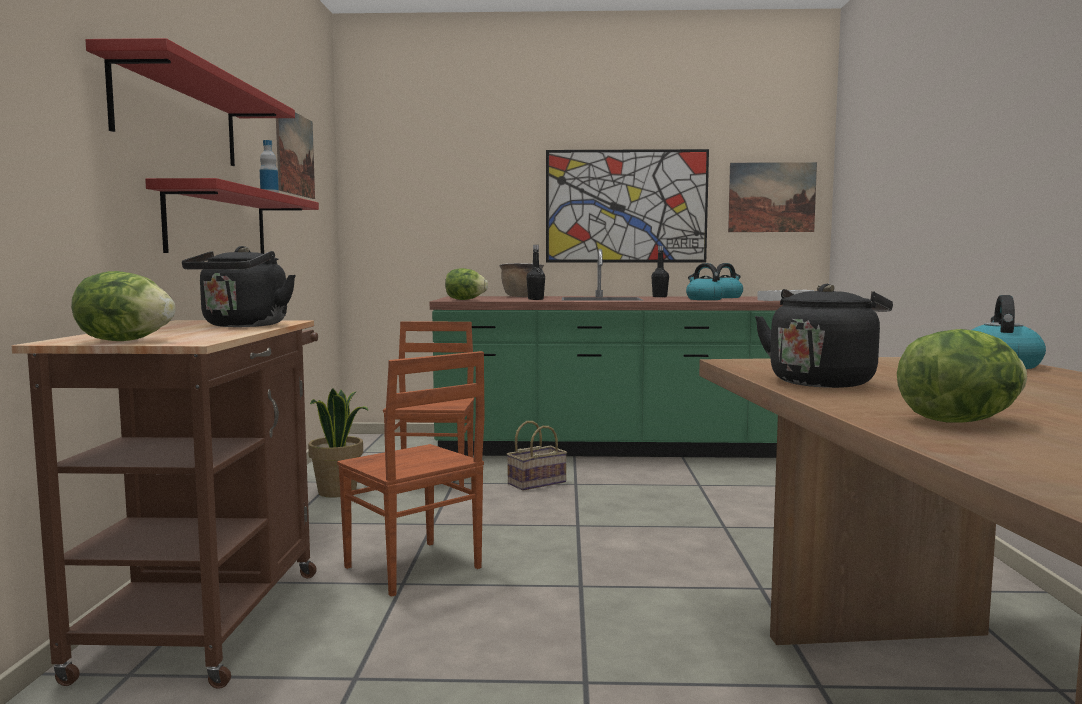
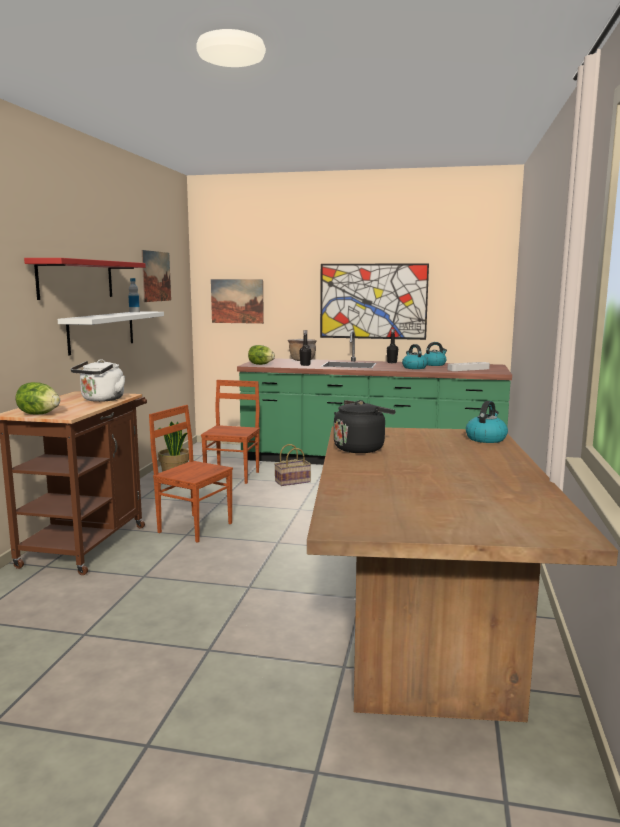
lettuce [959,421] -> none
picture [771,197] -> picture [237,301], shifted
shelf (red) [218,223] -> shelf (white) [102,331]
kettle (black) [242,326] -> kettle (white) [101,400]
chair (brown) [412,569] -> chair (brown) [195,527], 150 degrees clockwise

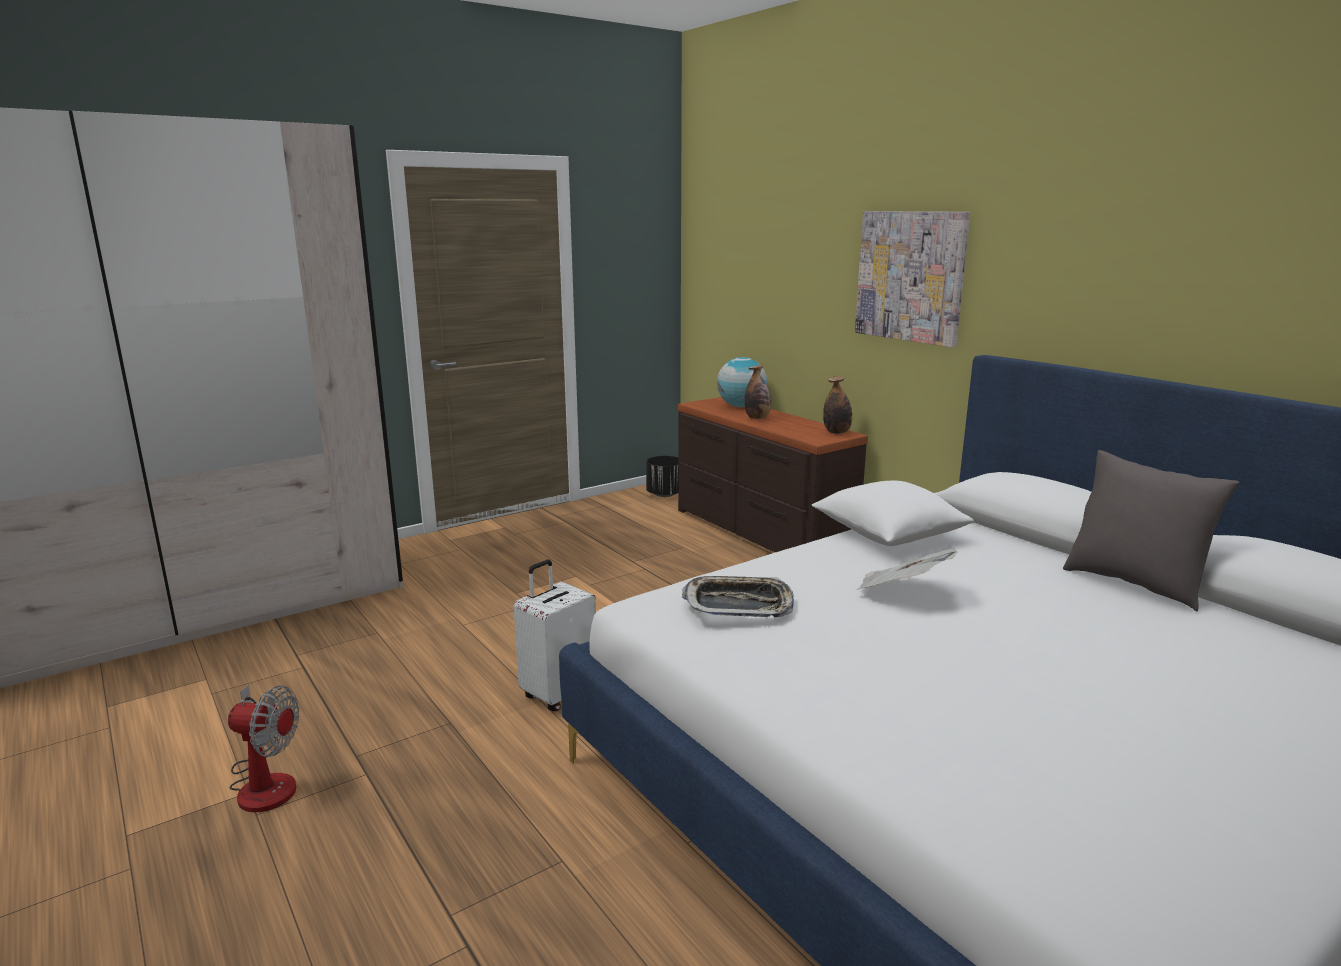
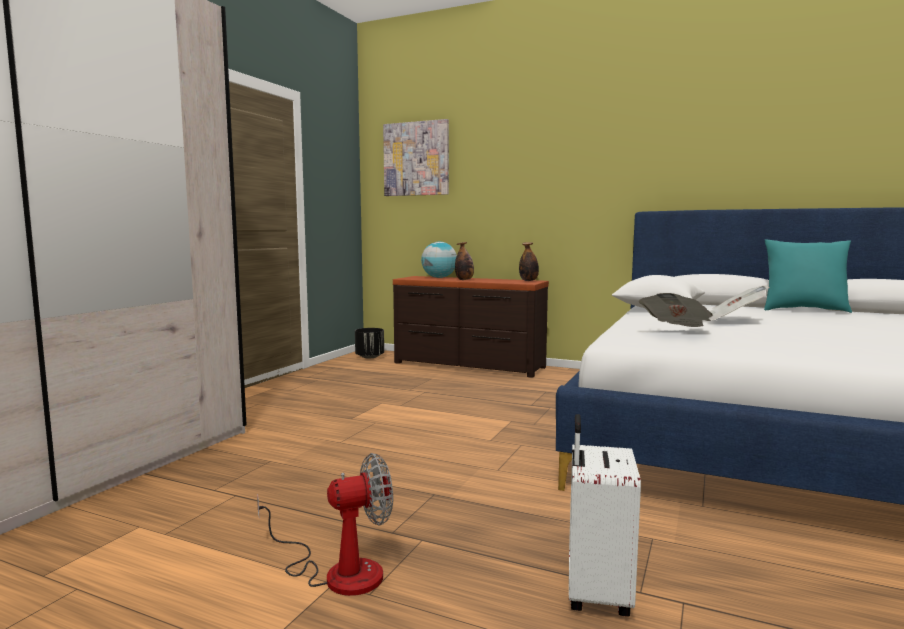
suitcase (white) [558,693] -> suitcase (white) [595,593], shifted
picture [910,276] -> picture [416,159], shifted
tray [738,604] -> newspaper [676,330]
pillow (grey) [1134,584] -> pillow (turquoise) [803,310]

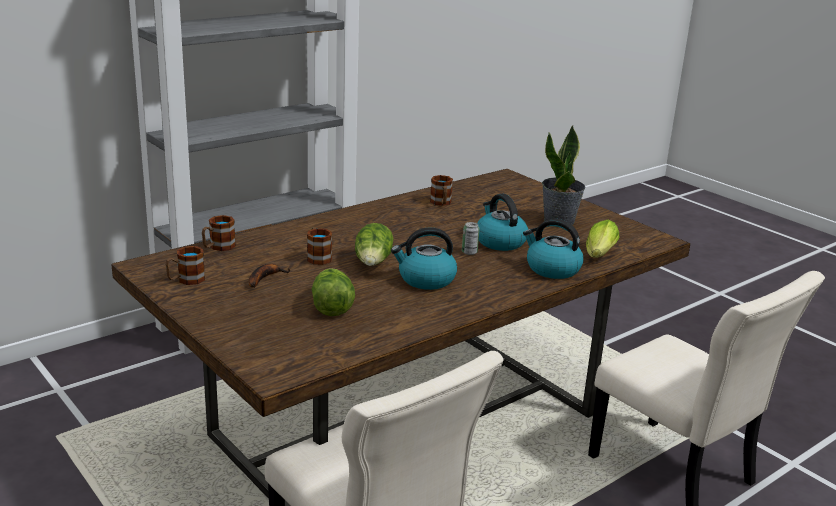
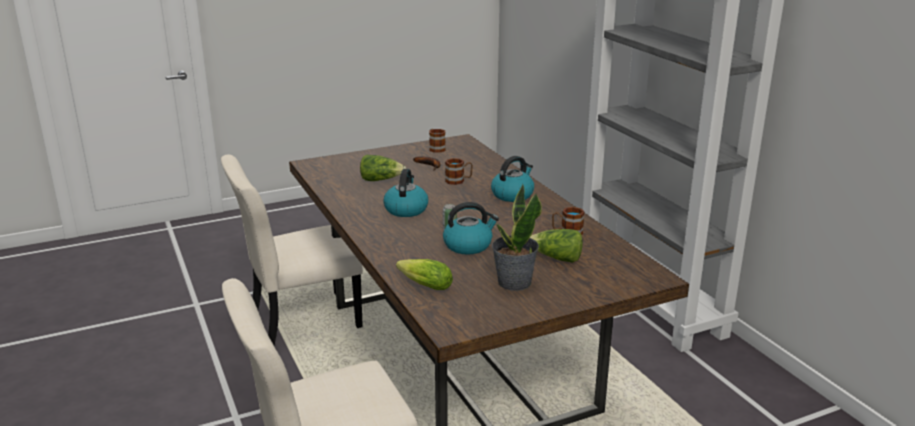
mug [218,247] -> none
lettuce [373,263] -> lettuce [556,258], shifted
kettle [552,269] -> kettle [512,195], shifted

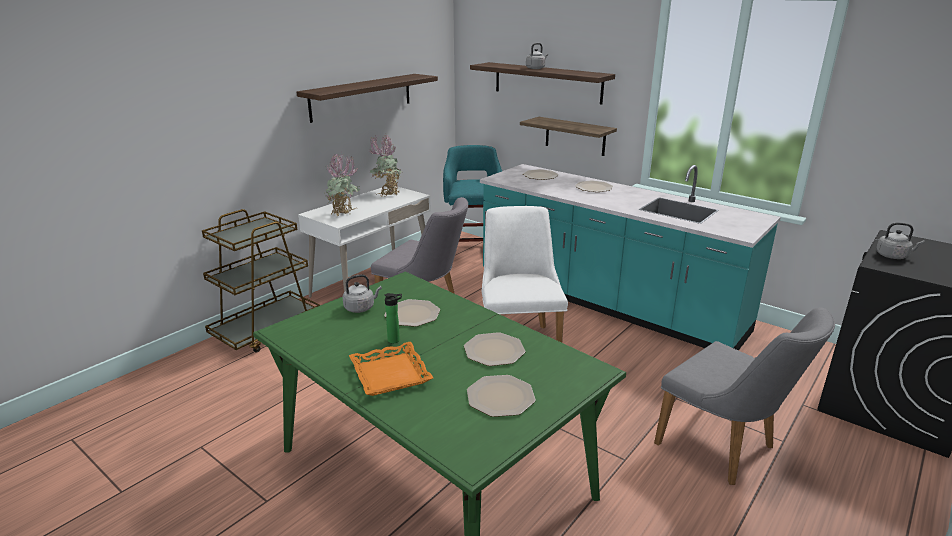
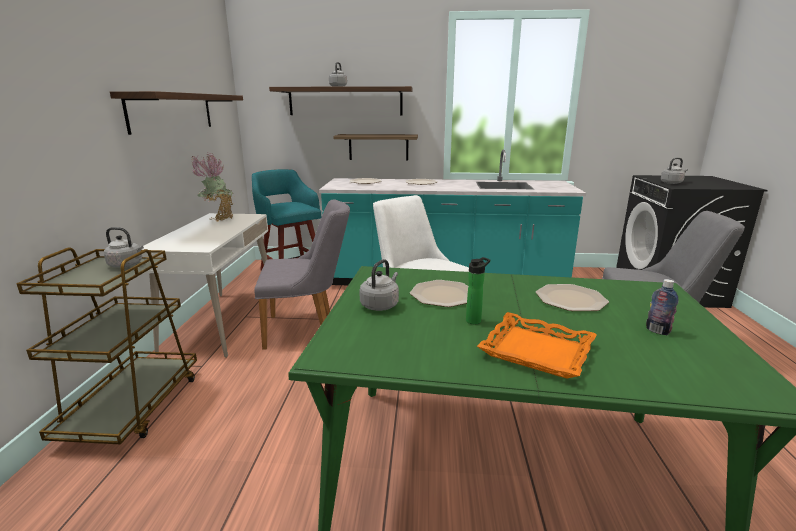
potted plant [344,215] -> none
none -> kettle (grey) [127,265]
plate [500,396] -> bottle [657,331]

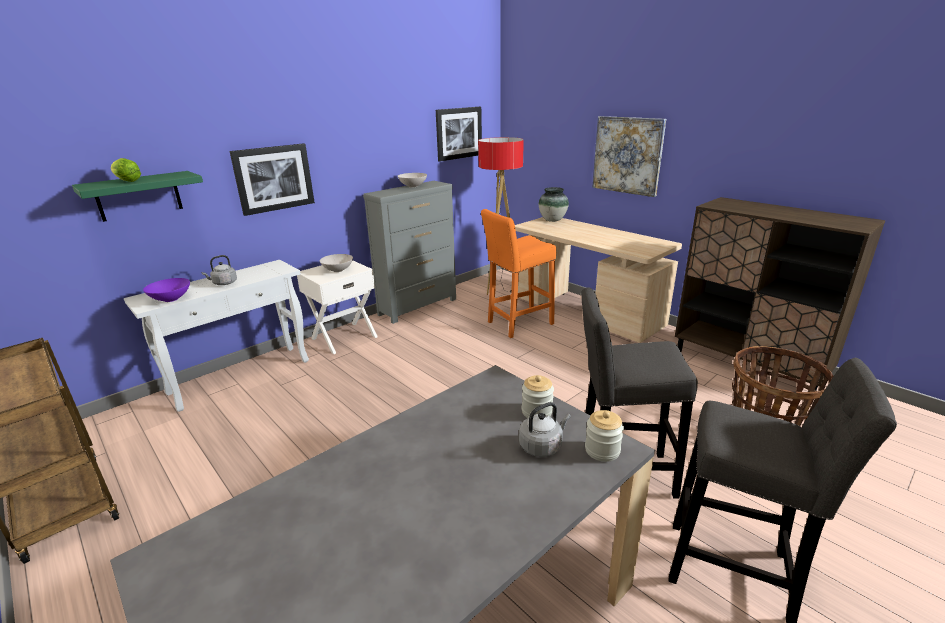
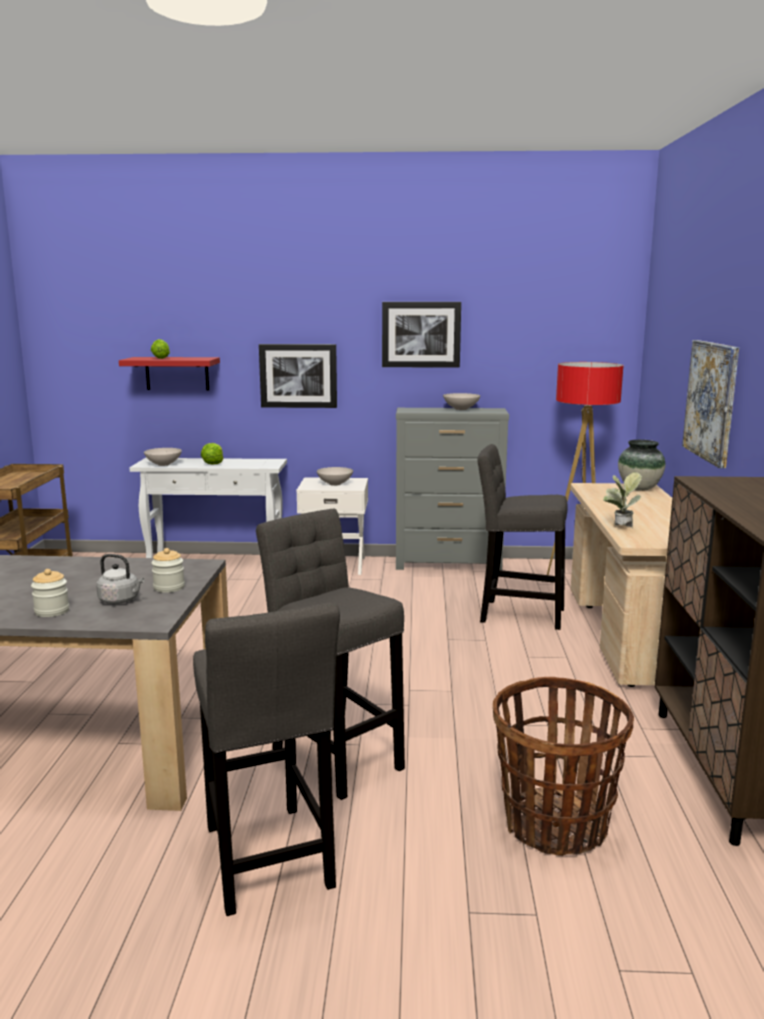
none -> potted plant [619,528]
picture [458,133] -> picture [421,334], shifted
jar [602,450] -> jar [52,611], shifted
kettle (grey) [223,283] -> lettuce [213,464]
shelf (green) [138,196] -> shelf (red) [177,373]
bowl (purple) [170,299] -> bowl (white) [163,464]
stool (orange) [517,324] -> stool (grey) [517,614]

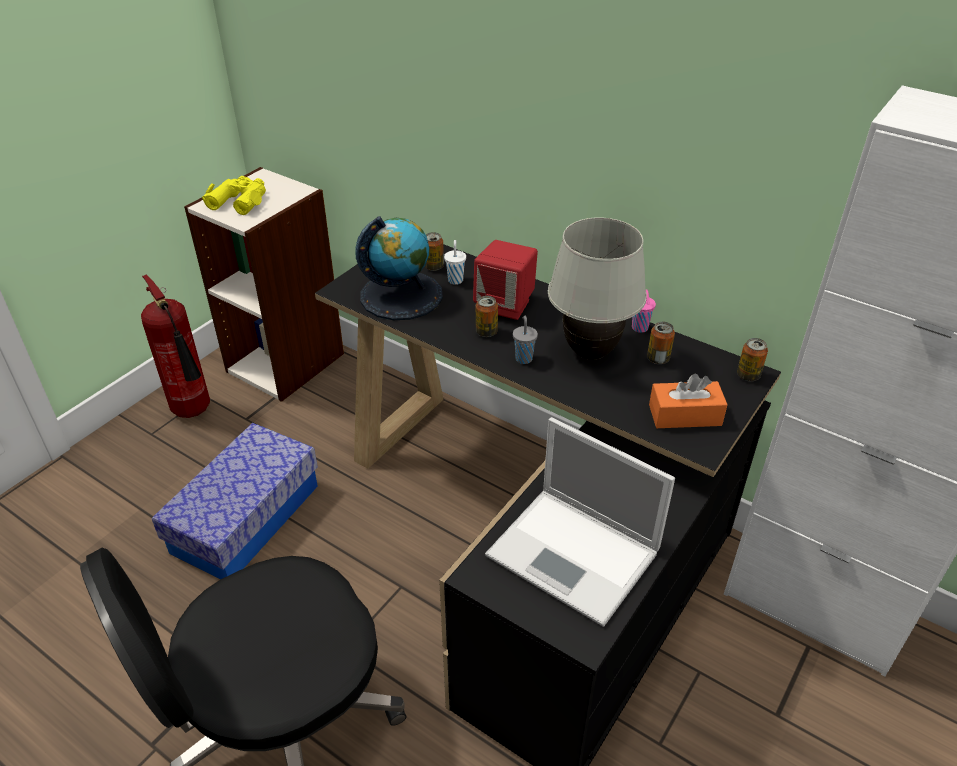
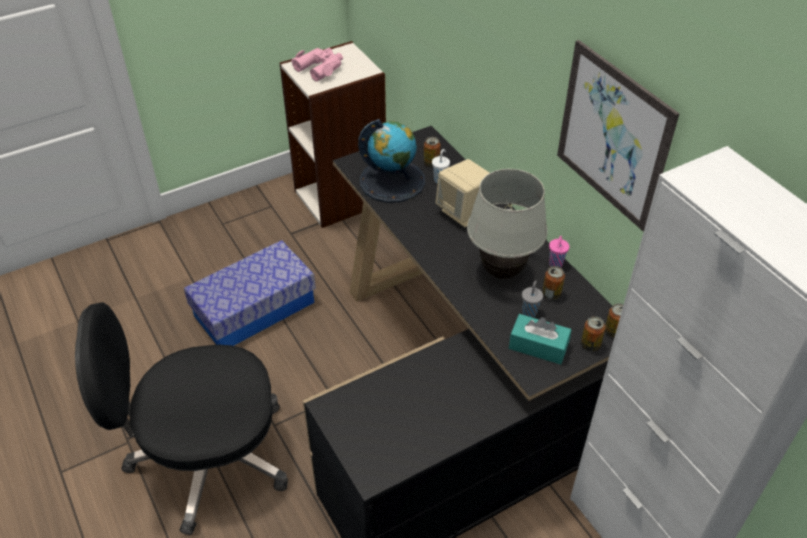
fire extinguisher [195,412] -> none
laptop [575,555] -> none
none -> picture [613,136]
can [486,332] -> can [590,345], shifted
cup (grey) [523,358] -> cup (grey) [529,312], shifted
binoculars (yellow) [240,200] -> binoculars (pink) [320,67]
speaker (red) [505,305] -> speaker (beige) [464,212]
tissue box (orange) [685,415] -> tissue box (turquoise) [538,346]

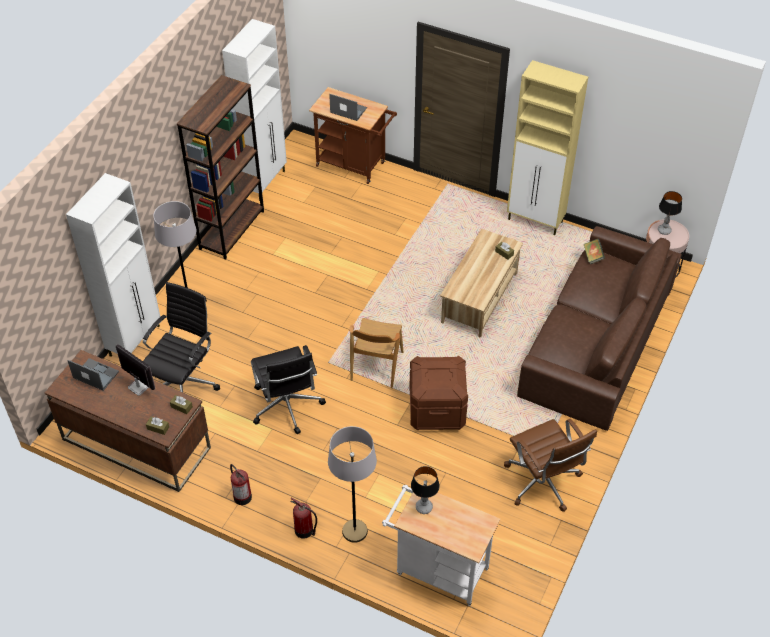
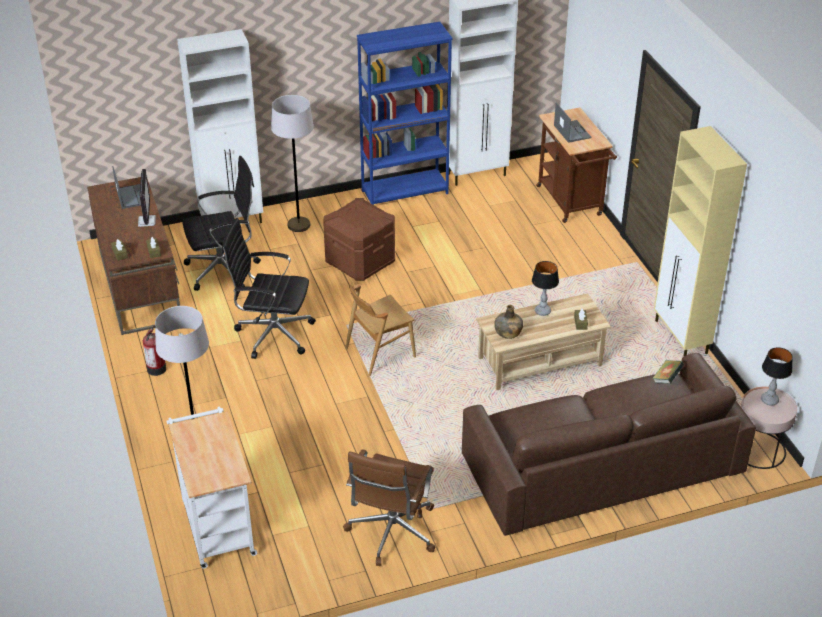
fire extinguisher [305,530] -> none
none -> bottle (green) [508,332]
storage box (brown) [436,410] -> storage box (brown) [359,262], shifted
table lamp [423,507] -> table lamp [542,311], shifted
bookcase (brown) [232,230] -> bookcase (blue) [405,192]
office chair (black) [287,407] -> office chair (black) [272,333], 75 degrees clockwise

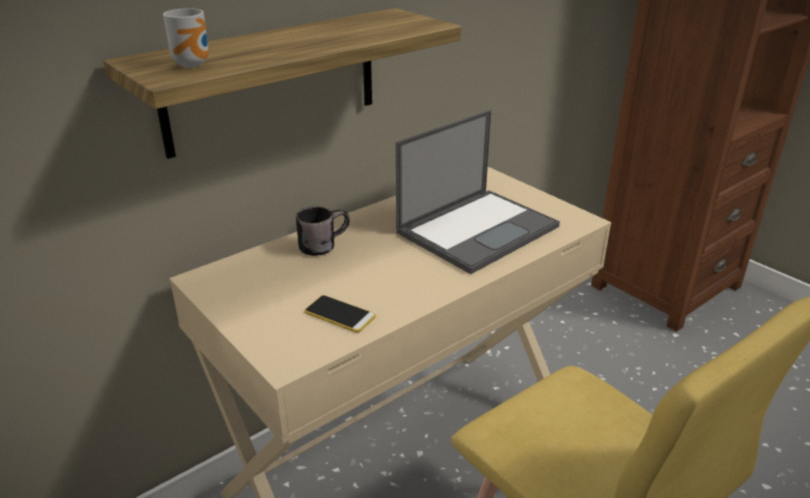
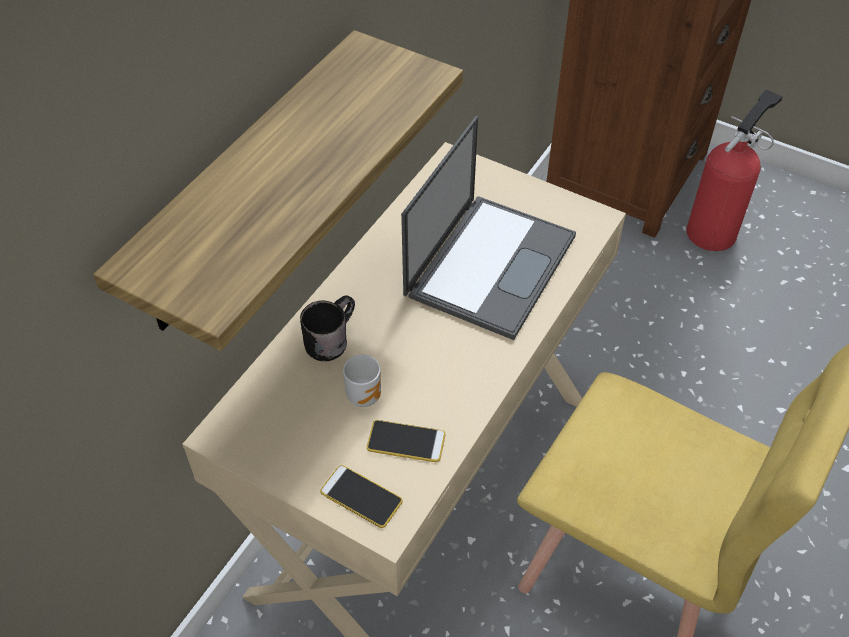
none -> phone [361,497]
none -> fire extinguisher [714,230]
mug [194,64] -> mug [365,395], shifted

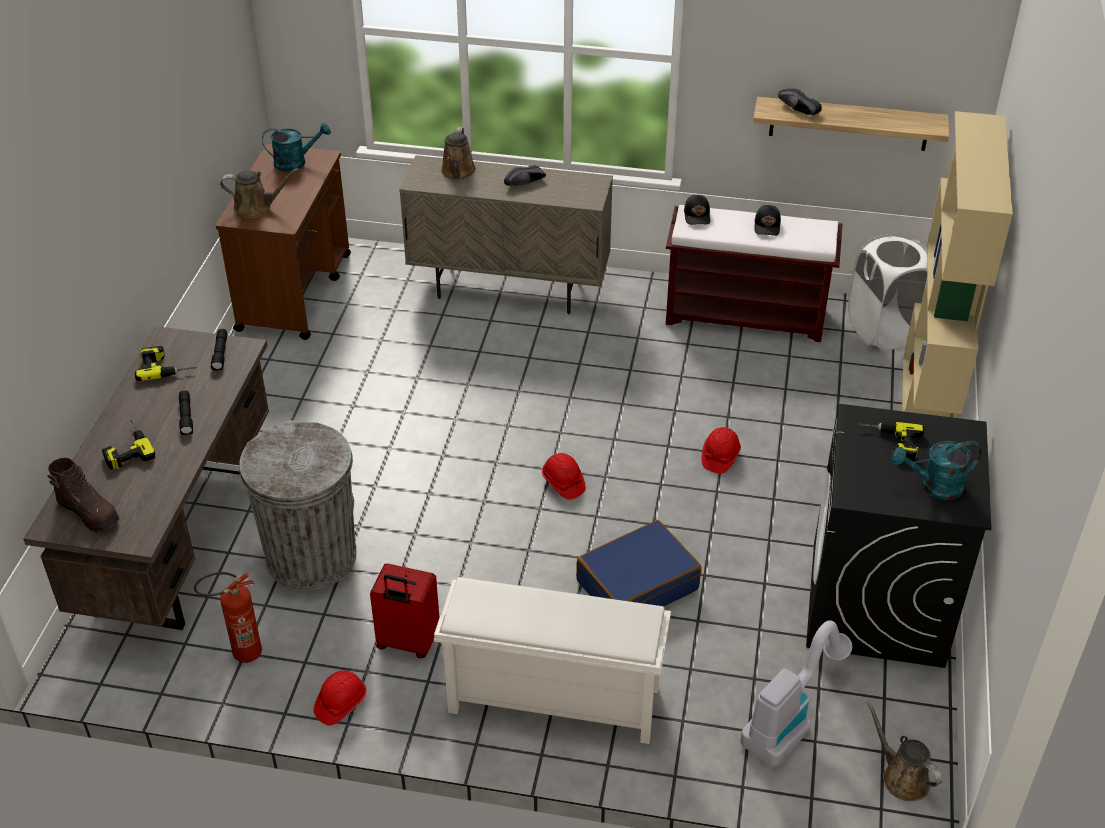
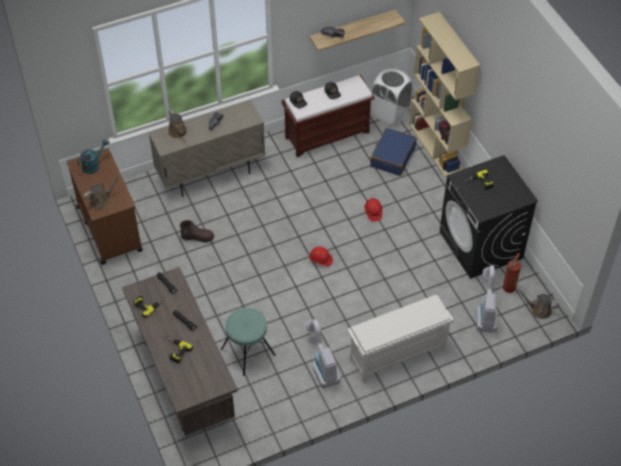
hard hat (red) [340,704] -> none
watering can (turquoise) [934,487] -> none
boot (brown) [89,512] -> boot (brown) [197,237], shifted
fire extinguisher [240,654] -> fire extinguisher [507,290], shifted
suitcase (blue) [637,584] -> suitcase (blue) [392,156], shifted
trash can (grey) [311,557] -> stool (turquoise) [248,352]
suitcase (red) [407,642] -> vacuum cleaner [321,365]

